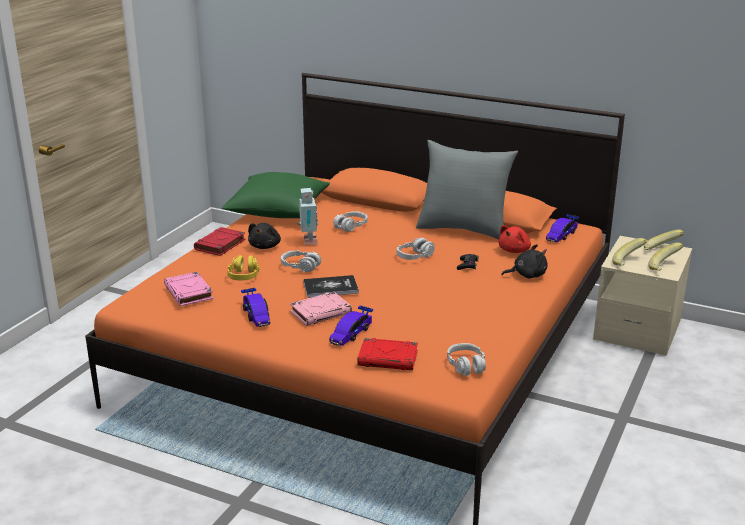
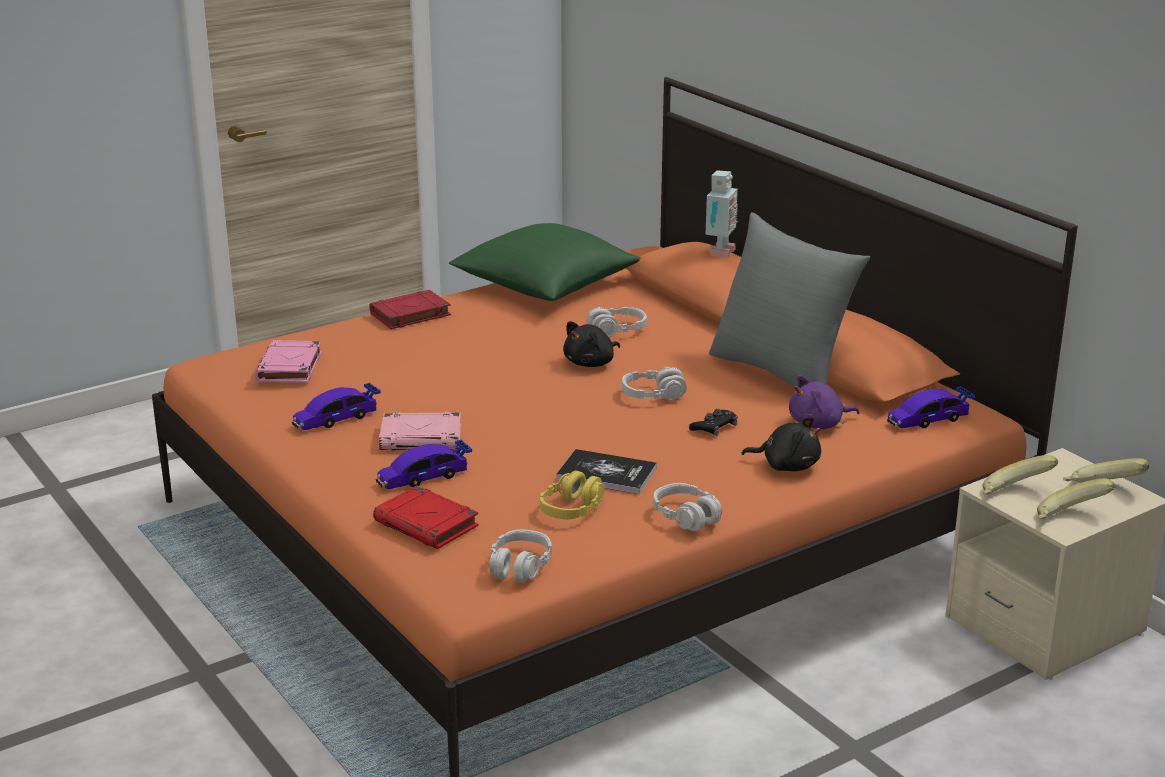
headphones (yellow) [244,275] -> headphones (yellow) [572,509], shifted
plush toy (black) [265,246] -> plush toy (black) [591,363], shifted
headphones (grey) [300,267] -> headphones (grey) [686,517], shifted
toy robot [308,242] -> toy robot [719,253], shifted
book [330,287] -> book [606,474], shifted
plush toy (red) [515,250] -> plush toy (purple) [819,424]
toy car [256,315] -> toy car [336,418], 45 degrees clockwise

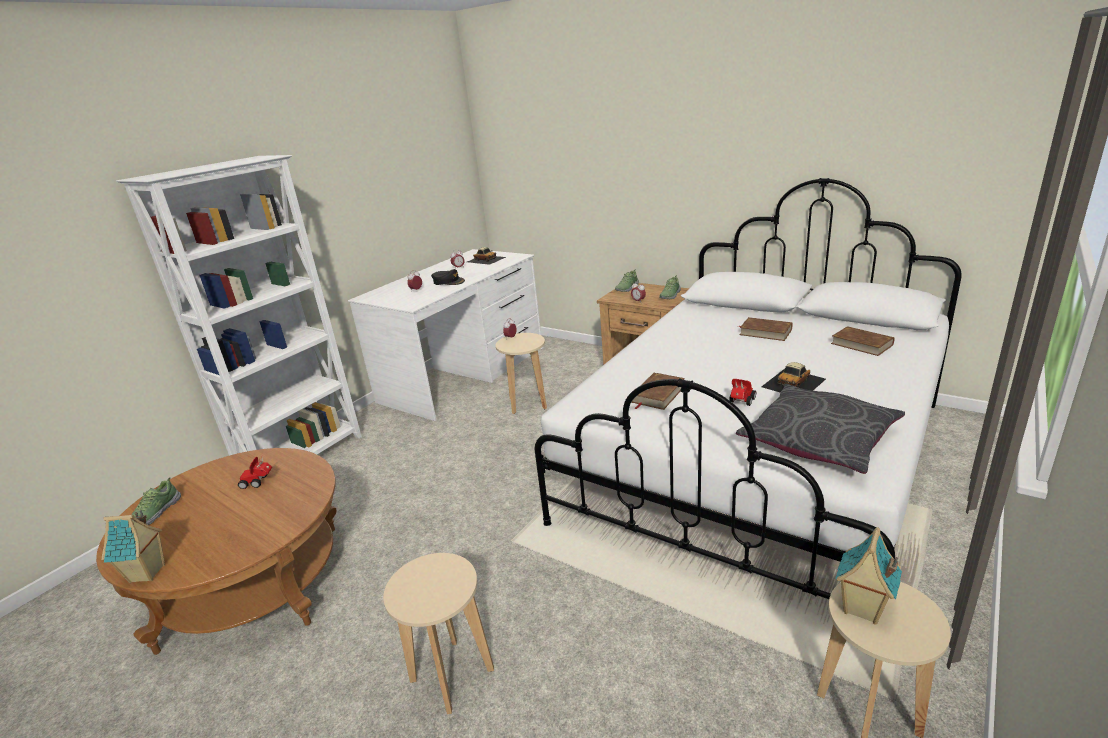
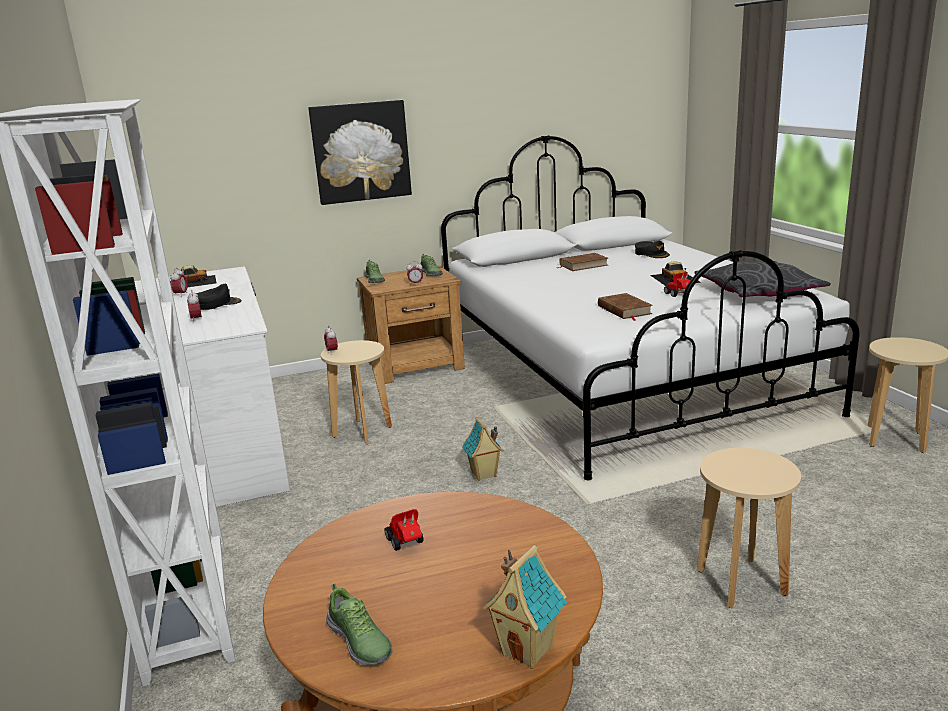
none -> picture [361,152]
toy house [861,609] -> toy house [484,475], shifted
book (brown) [861,344] -> cap (black) [651,254]
toy car [258,482] -> toy car [407,544], 120 degrees clockwise

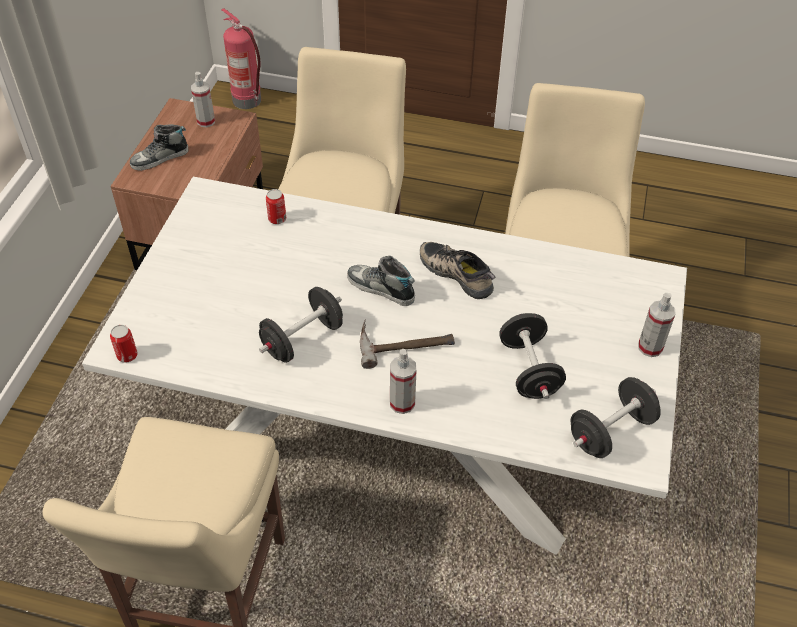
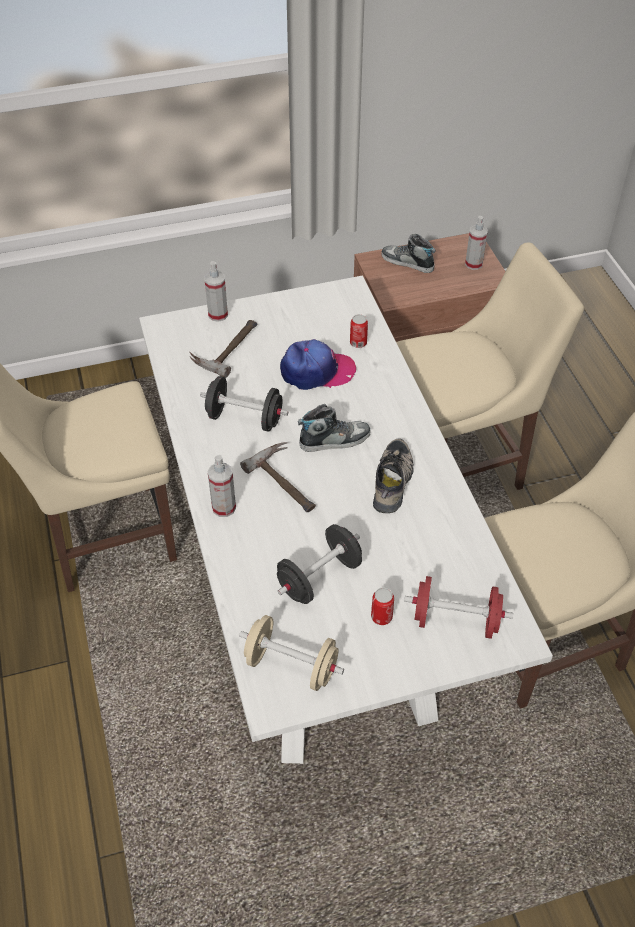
fire extinguisher [248,100] -> none
none -> hammer [226,347]
none -> cap [317,371]
none -> dumbbell (red) [455,620]
can [127,355] -> can [381,617], shifted
spray bottle [650,347] -> spray bottle [218,314], shifted
dumbbell (black) [610,431] -> dumbbell (beige) [291,665]
shoe [381,288] -> shoe [334,440], 75 degrees clockwise

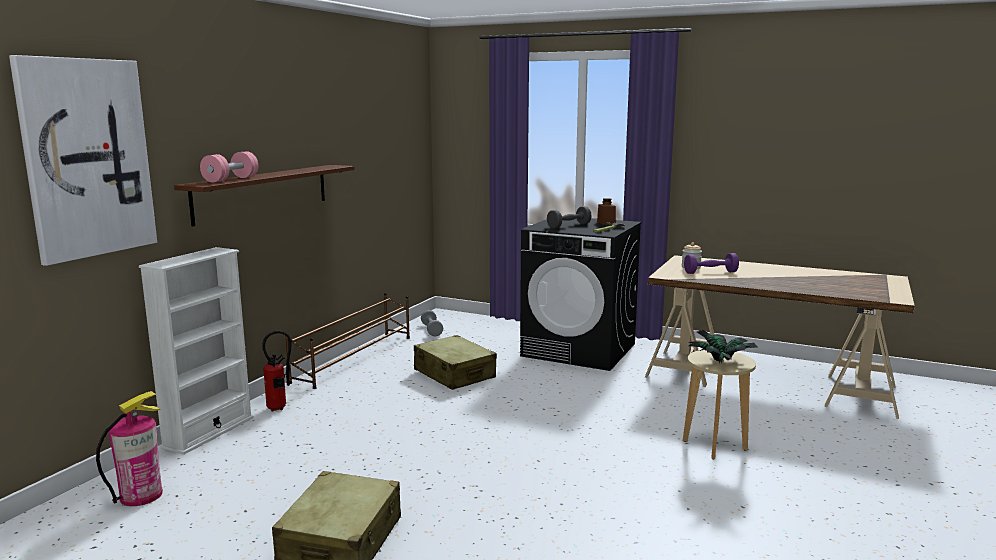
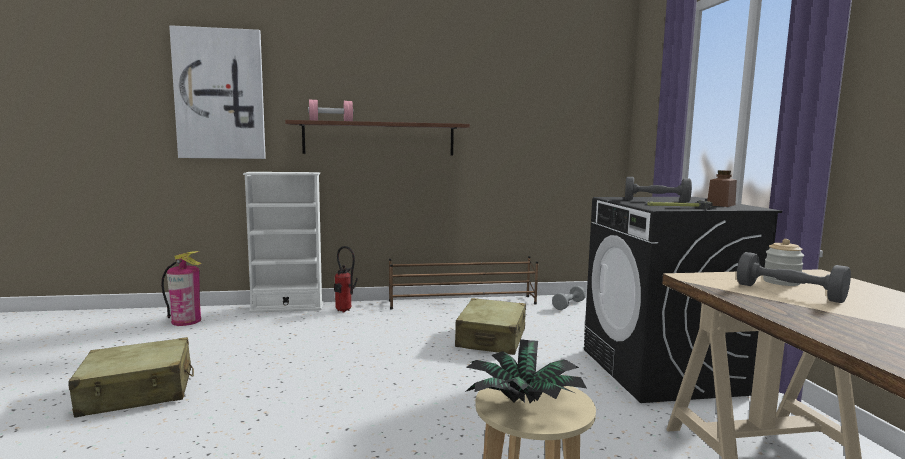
dumbbell (purple) [710,272] -> dumbbell (grey) [789,293]

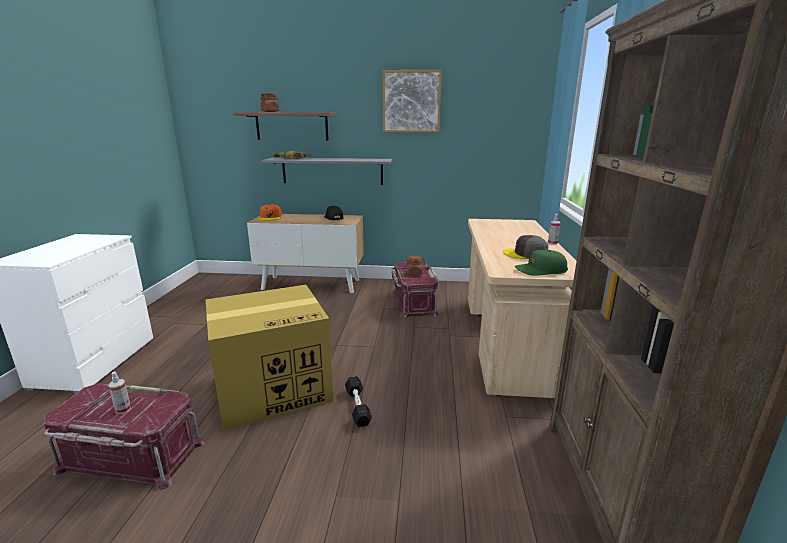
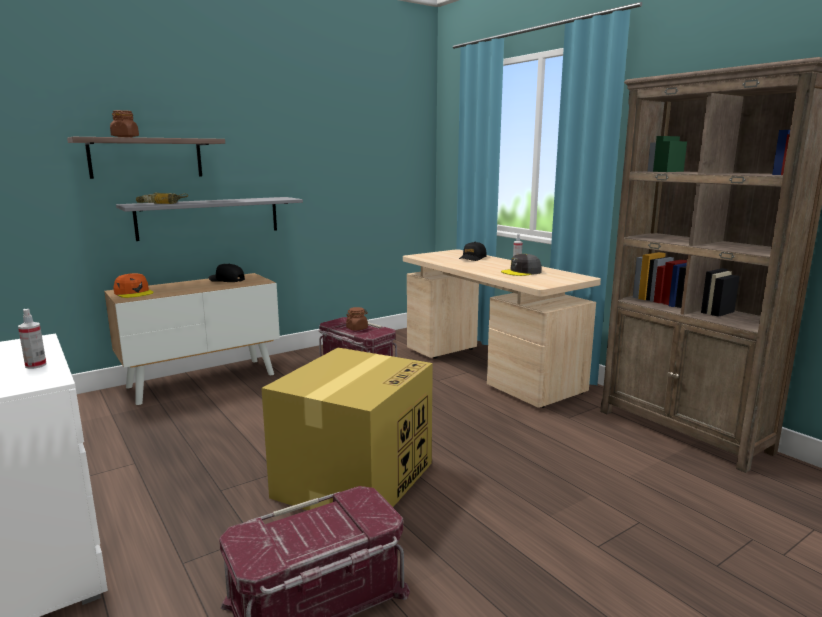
dumbbell (black) [358,407] -> none
picture [411,101] -> none
cap (green) [540,270] -> none
none -> cap (black) [472,258]
spray bottle [123,409] -> spray bottle [36,365], shifted

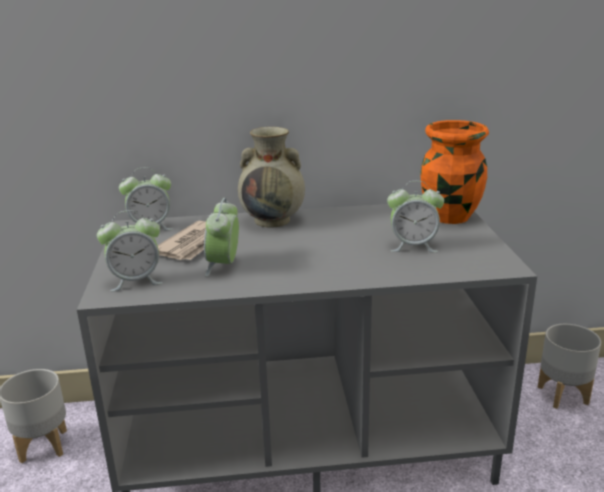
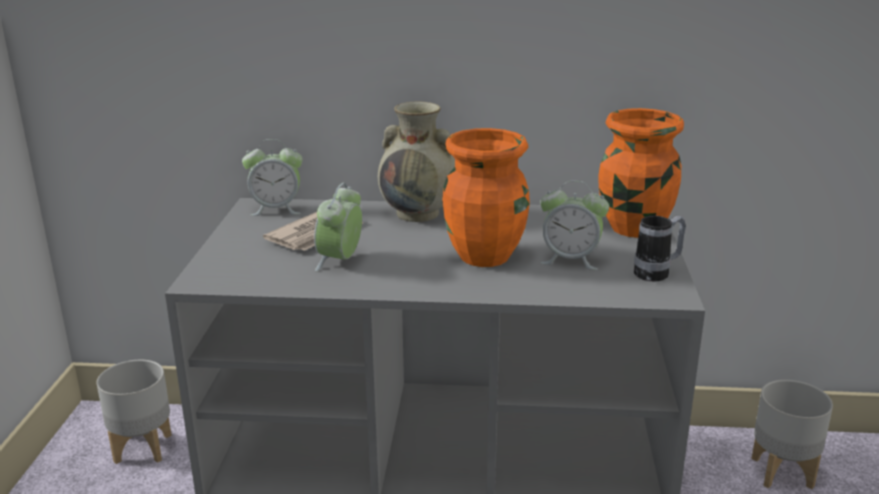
alarm clock [136,281] -> none
none -> vase (orange) [485,256]
none -> mug [657,273]

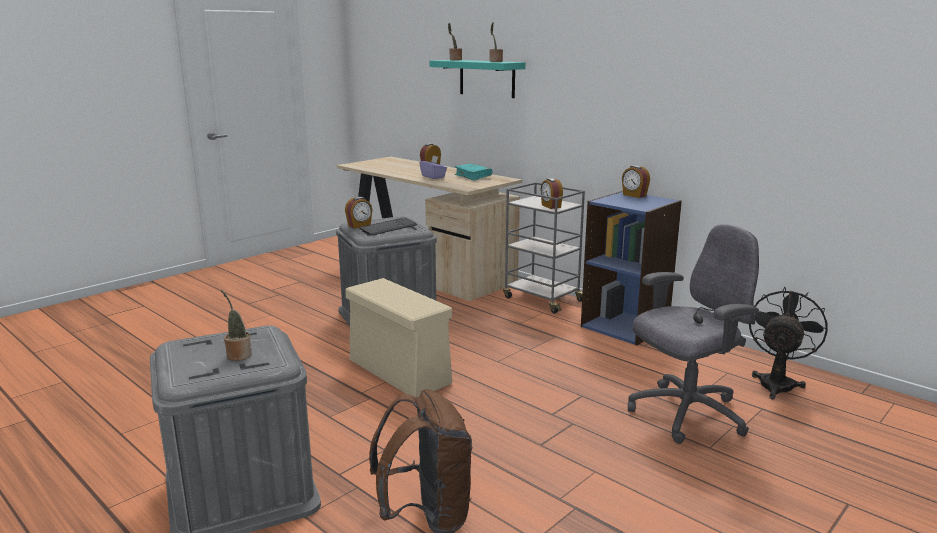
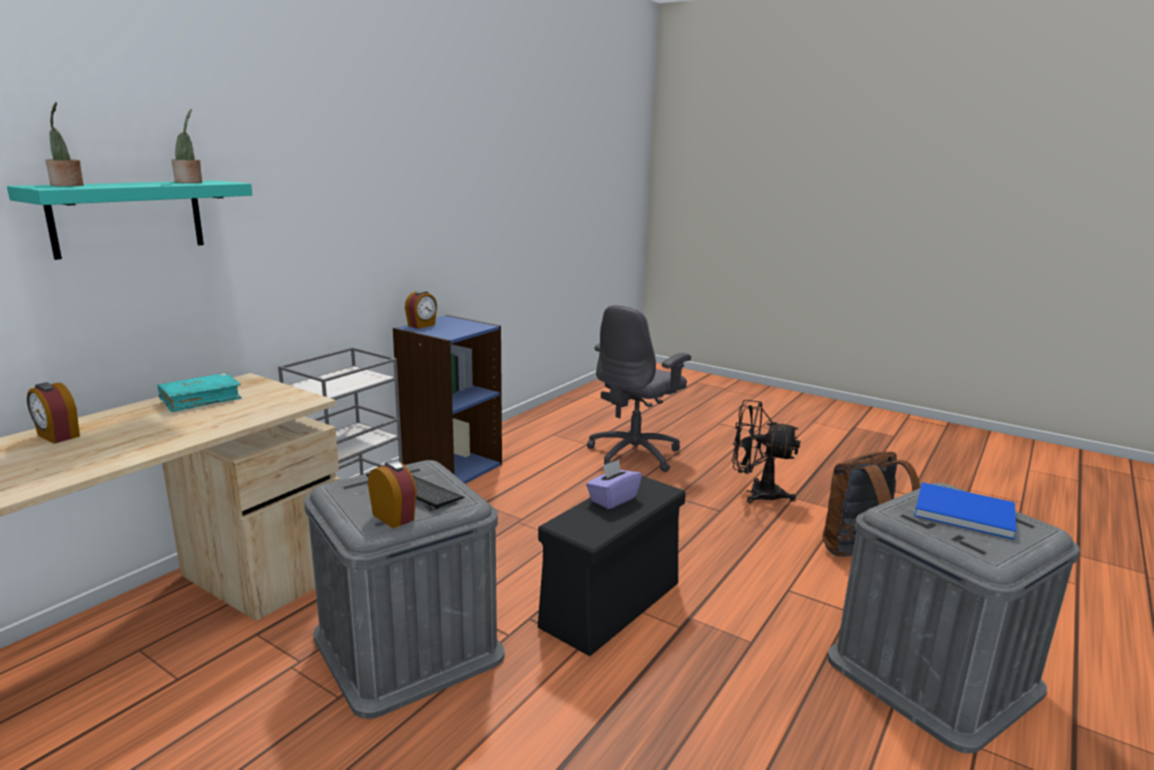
alarm clock [550,206] -> none
tissue box (purple) [433,177] -> tissue box (purple) [612,499], shifted
fan (black) [777,383] -> fan (black) [756,493], shifted
potted plant [238,355] -> book (blue) [961,511]
storage box (beige) [400,372] -> storage box (black) [612,603]
office chair (grey) [685,414] -> office chair (grey) [635,454], 105 degrees counterclockwise

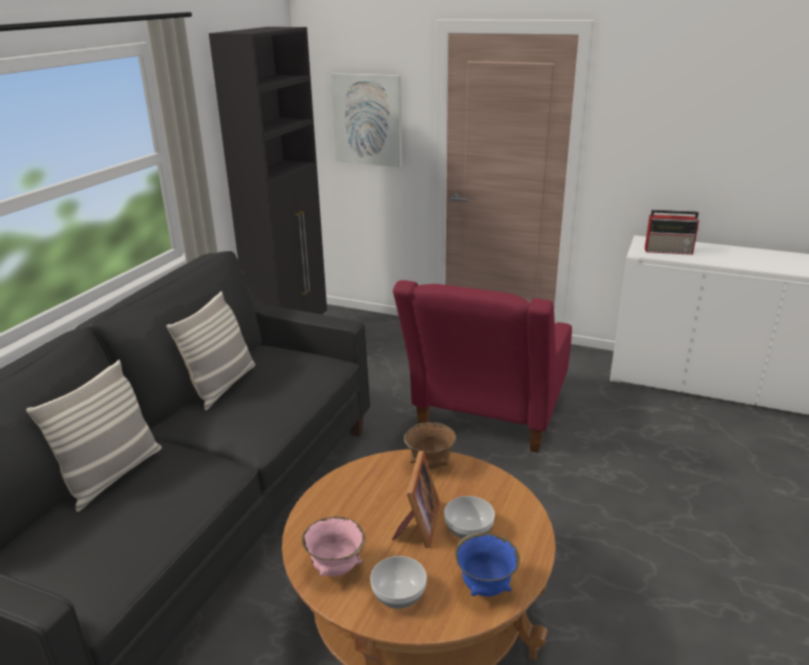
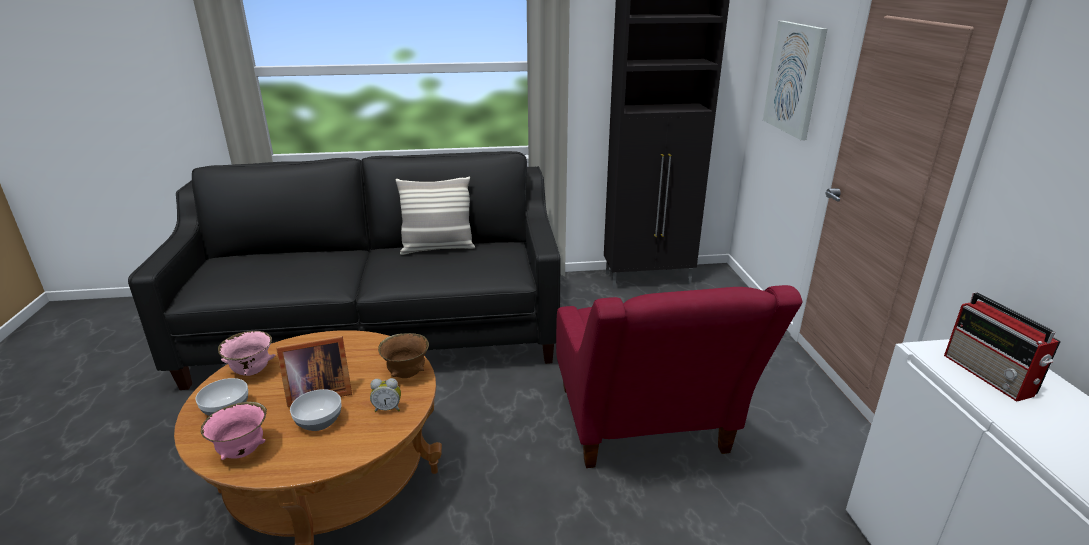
pillow [112,475] -> none
none -> alarm clock [388,408]
bowl (blue) [485,587] -> bowl (pink) [243,452]
armchair (red) [486,419] -> armchair (red) [645,430], 90 degrees counterclockwise

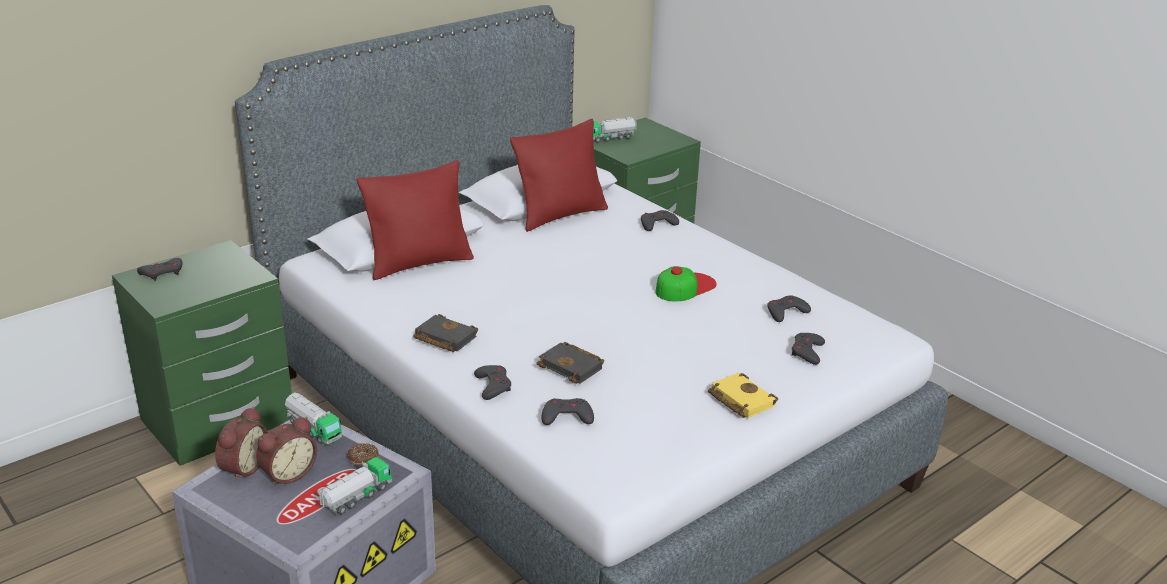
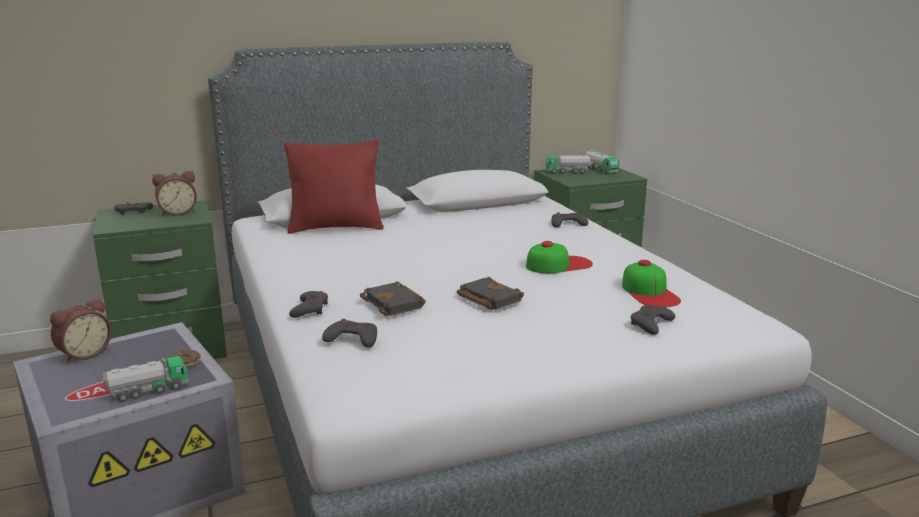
pillow (red) [560,215] -> none
book (yellow) [739,400] -> none
alarm clock [287,473] -> alarm clock [177,212], shifted
toy truck [313,429] -> toy truck [600,170], shifted
book (black) [443,338] -> book (black) [487,298], shifted
game controller (grey) [786,312] -> cap [650,292]

